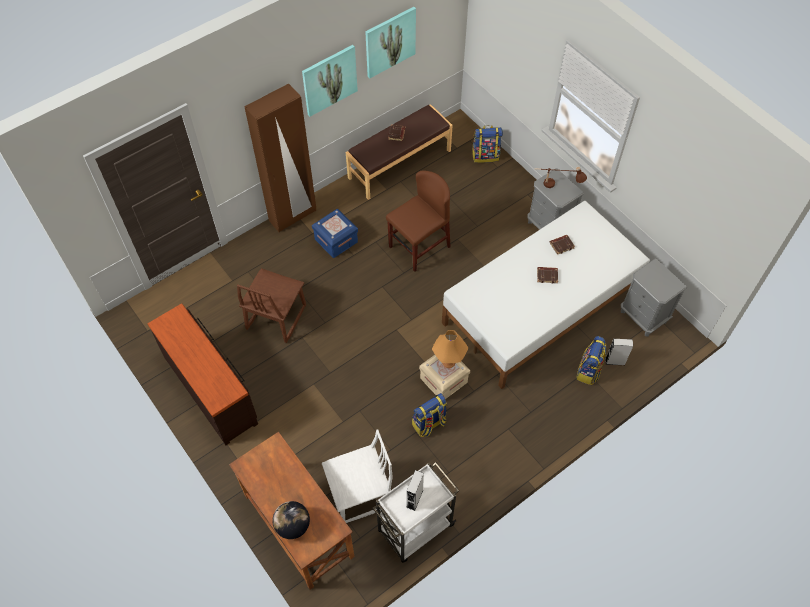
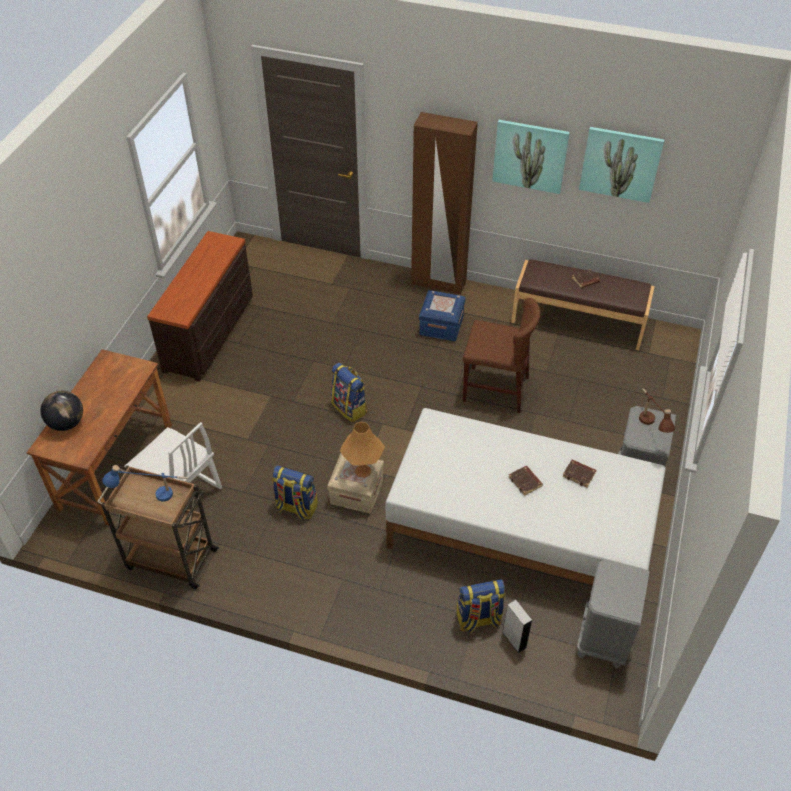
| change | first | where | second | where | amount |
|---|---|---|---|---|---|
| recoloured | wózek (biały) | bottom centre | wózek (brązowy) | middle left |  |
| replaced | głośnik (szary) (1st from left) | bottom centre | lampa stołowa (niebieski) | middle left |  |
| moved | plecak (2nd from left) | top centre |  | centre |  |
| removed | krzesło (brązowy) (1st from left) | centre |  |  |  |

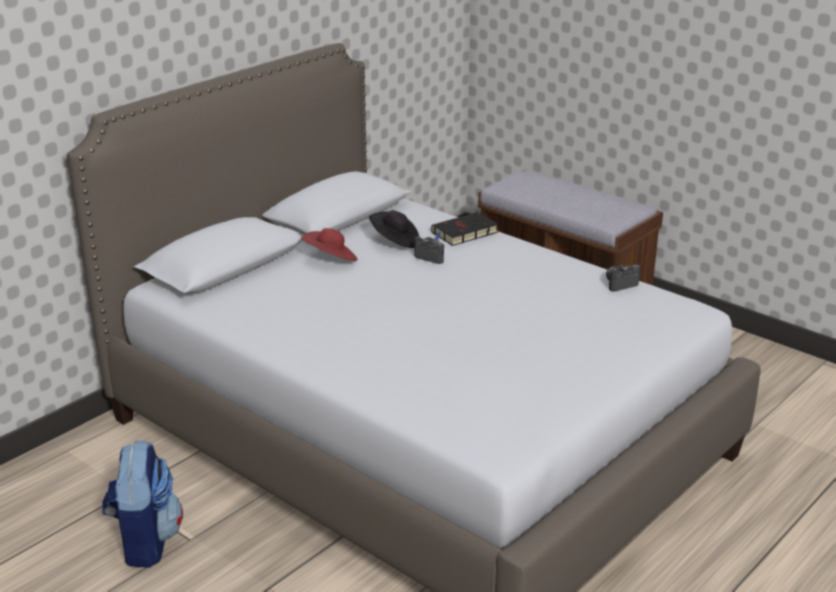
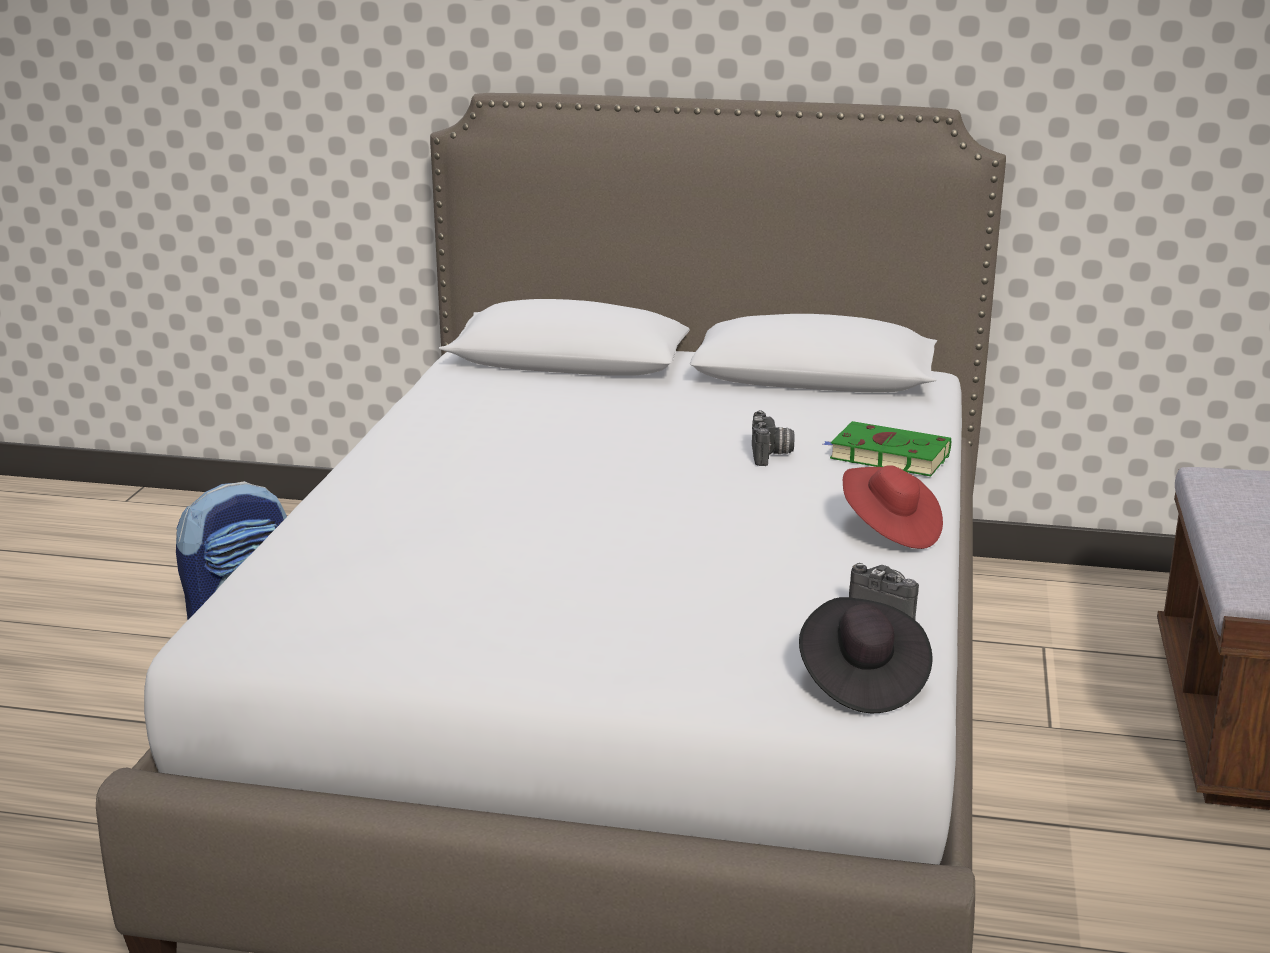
| change | first | where | second | where | amount |
|---|---|---|---|---|---|
| moved | kapelusz (czarny) | centre |  | bottom right |  |
| recoloured | książka (czarny) | centre | książka (zielony) | middle right |  |
| moved | kapelusz (czerwony) | centre |  | middle right |  |

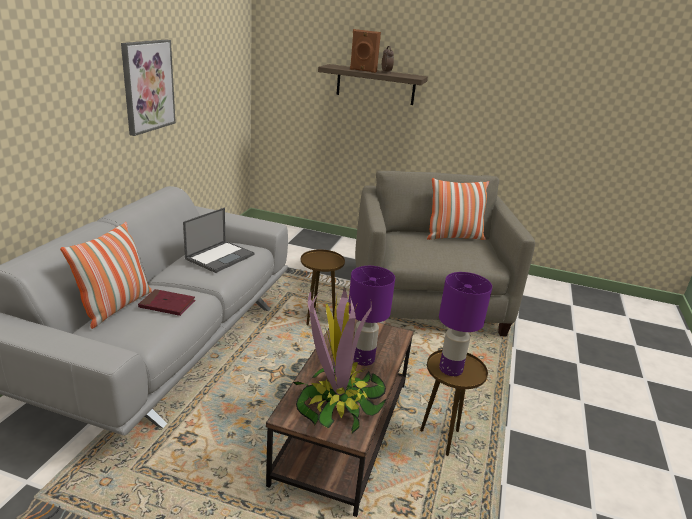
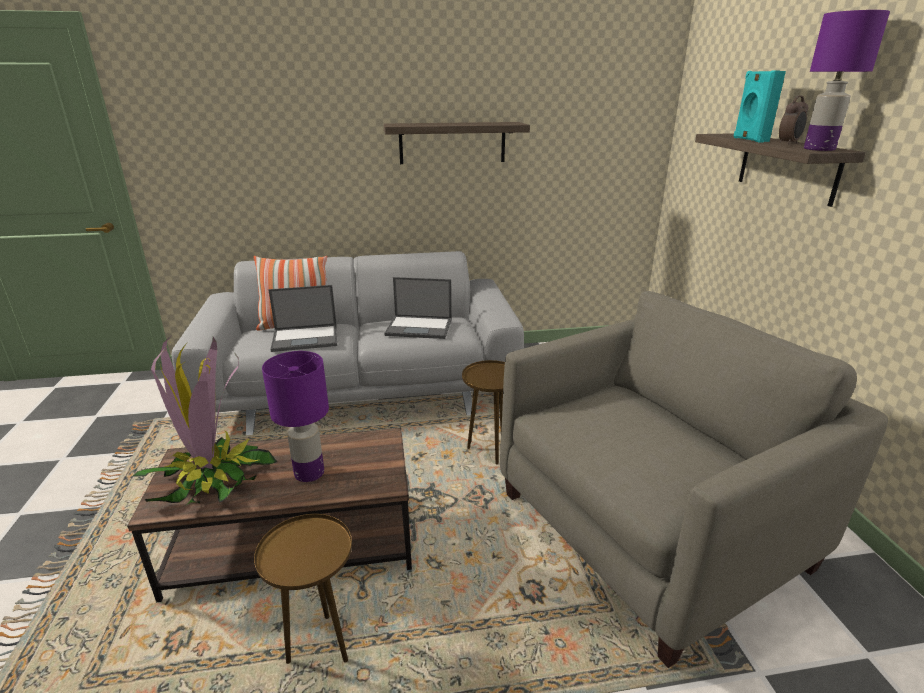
| change | first | where | second | where | amount |
|---|---|---|---|---|---|
| replaced | książka (czerwony) | middle left | laptop (1st from left) | middle left |  |
| replaced | obraz | top left | półka (1st from left) | top centre |  |
| recoloured | głośnik (brązowy) | top centre | głośnik (turkusowy) | top right |  |
| moved | lampa stołowa (fioletowy) (2nd from left) | middle right |  | top right |  |
| removed | poduszka (2nd from left) | centre |  |  |  |

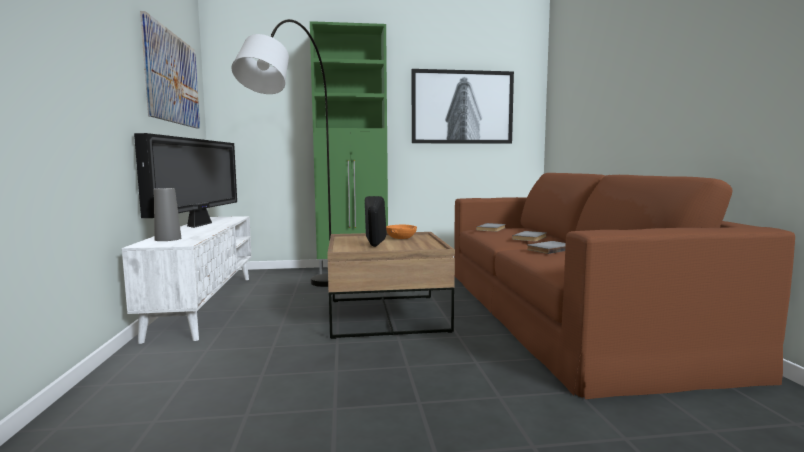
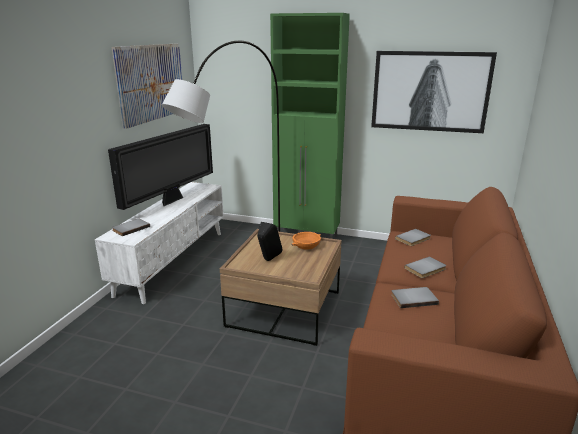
| change | first | where | second | where | amount |
|---|---|---|---|---|---|
| replaced | wazon (szary) | middle left | książka (szary) (1st from left) | middle left |  |

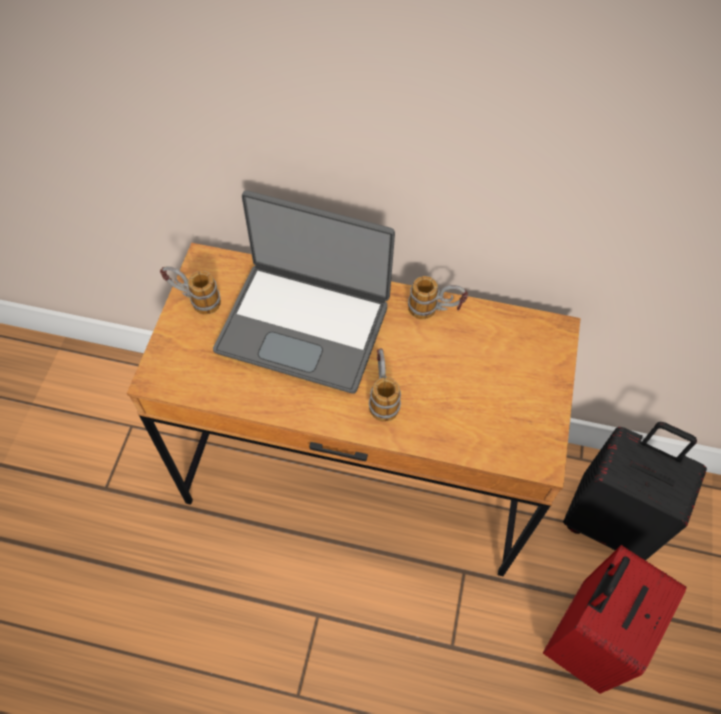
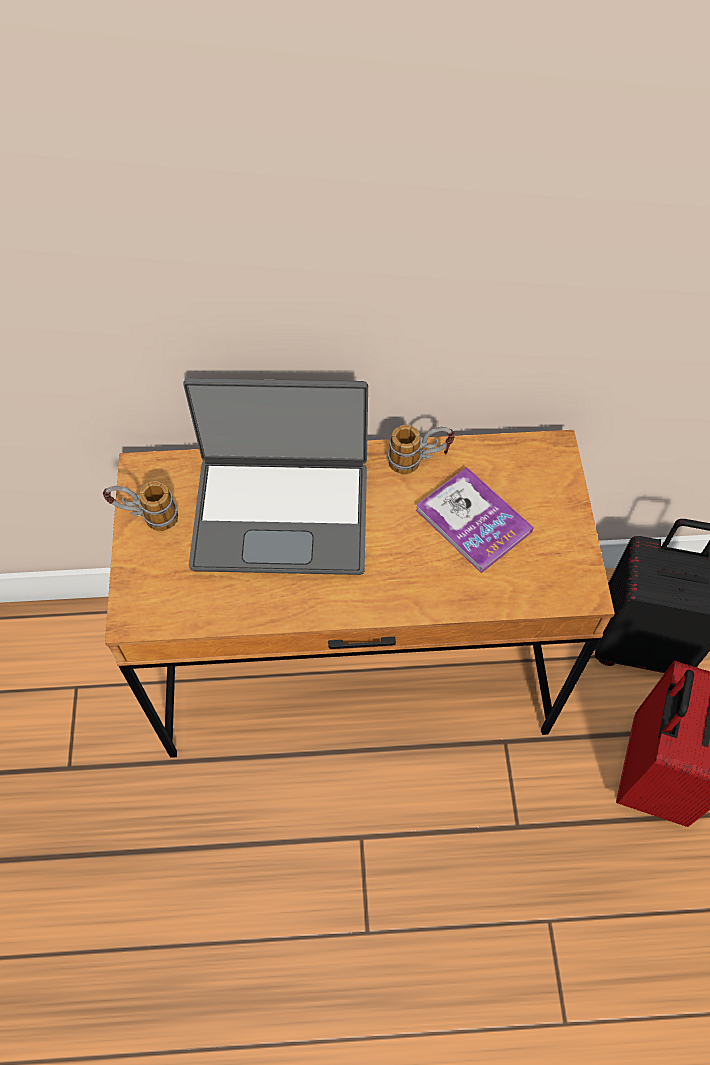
| change | first | where | second | where | amount |
|---|---|---|---|---|---|
| added |  |  | książka | middle right |  |
| removed | kubek (2nd from left) | centre |  |  |  |

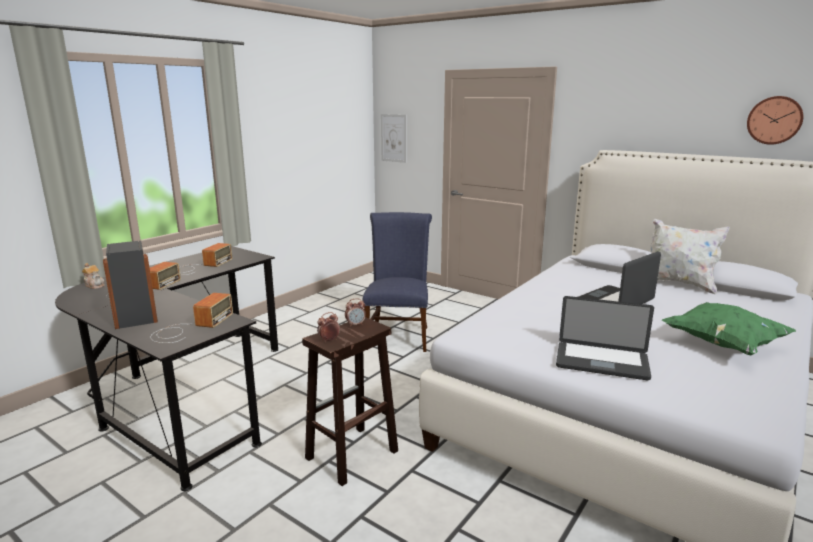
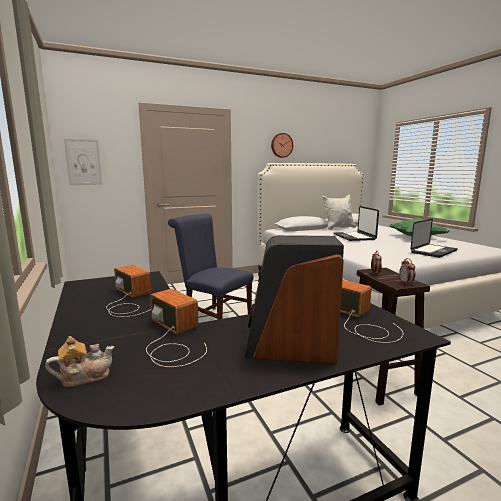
| change | first | where | second | where | amount |
|---|---|---|---|---|---|
| moved | zegar ścienny | top right |  | top centre |  |

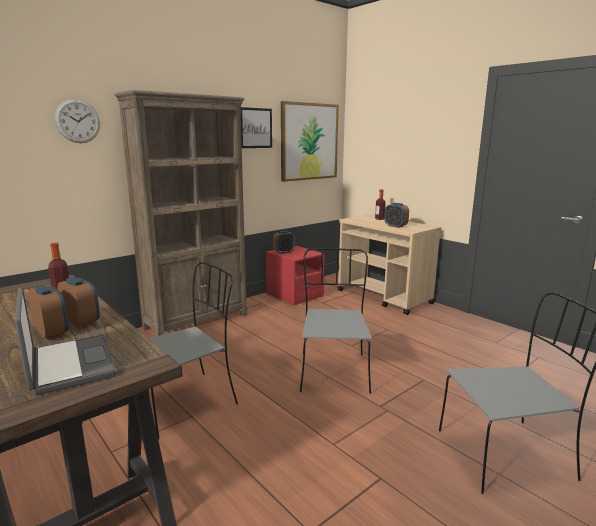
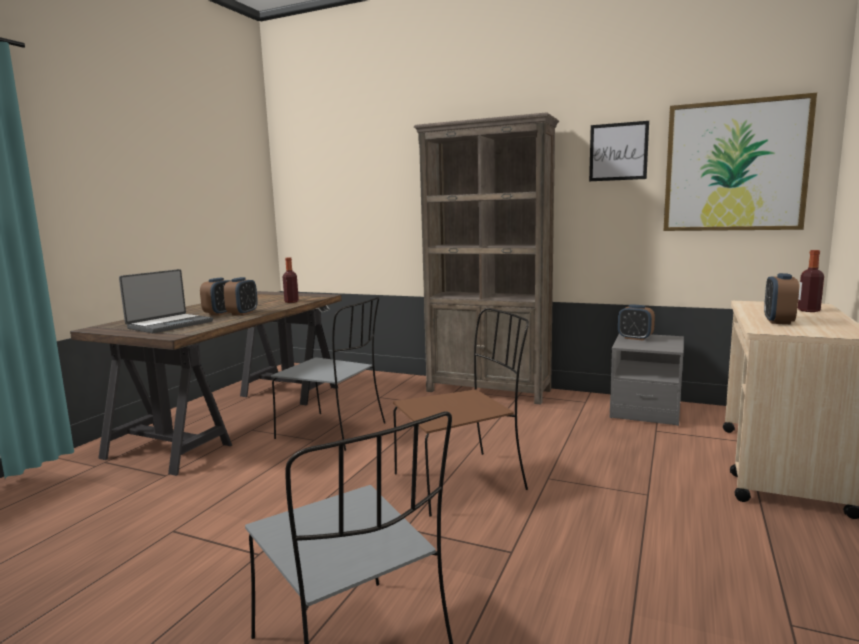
| change | first | where | second | where | amount |
|---|---|---|---|---|---|
| recoloured | krzesło (szary) (2nd from left) | centre | krzesło (brązowy) | centre |  |
| recoloured | szafka nocna (czerwony) | centre | szafka nocna (szary) | middle right |  |
| removed | zegar ścienny | top left |  |  |  |

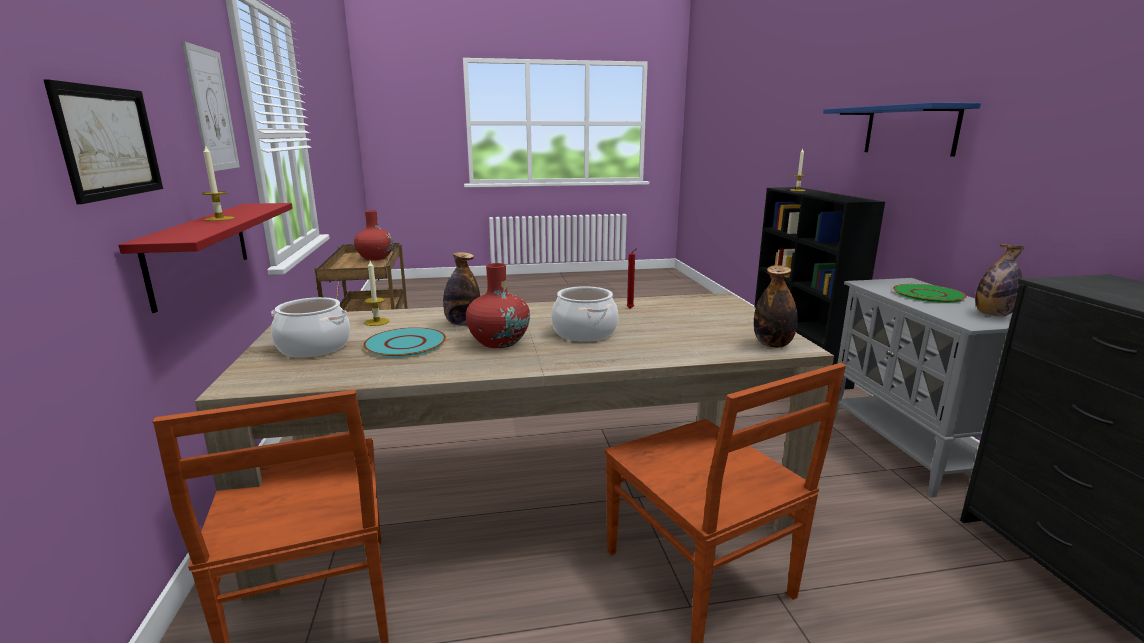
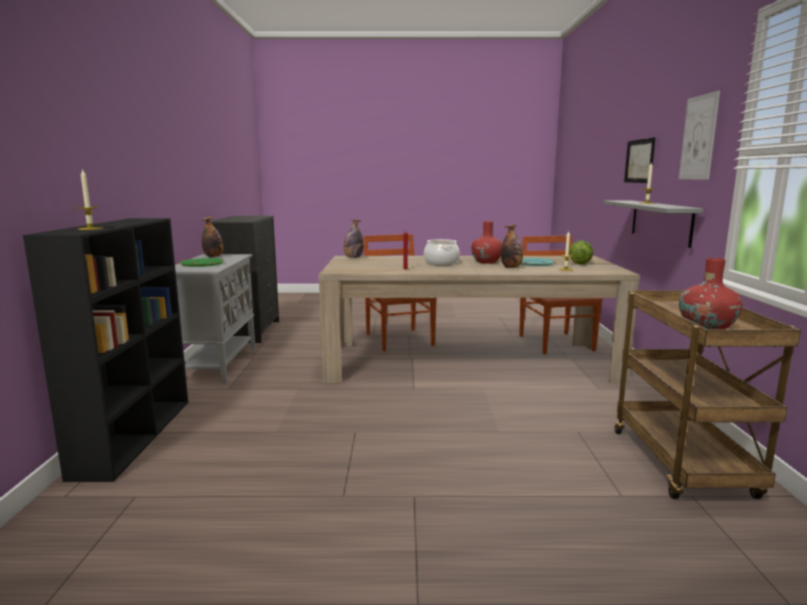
| change | first | where | second | where | amount |
|---|---|---|---|---|---|
| replaced | garnek (1st from left) | middle left | sałata | middle right |  |
| recoloured | półka (czerwony) | middle left | półka (szary) | middle right |  |
| removed | półka (niebieski) | top right |  |  |  |

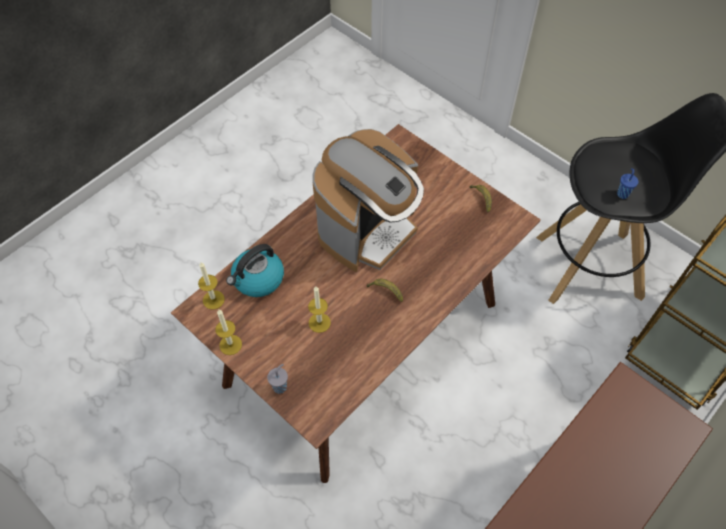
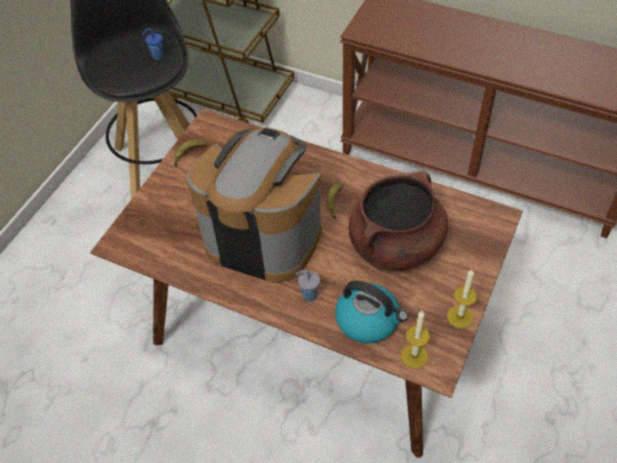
| change | first | where | second | where | amount |
|---|---|---|---|---|---|
| moved | filiżanka (szary) | bottom centre |  | centre |  |
| replaced | świeca (3rd from left) | centre | garnek (brązowy) | centre |  |

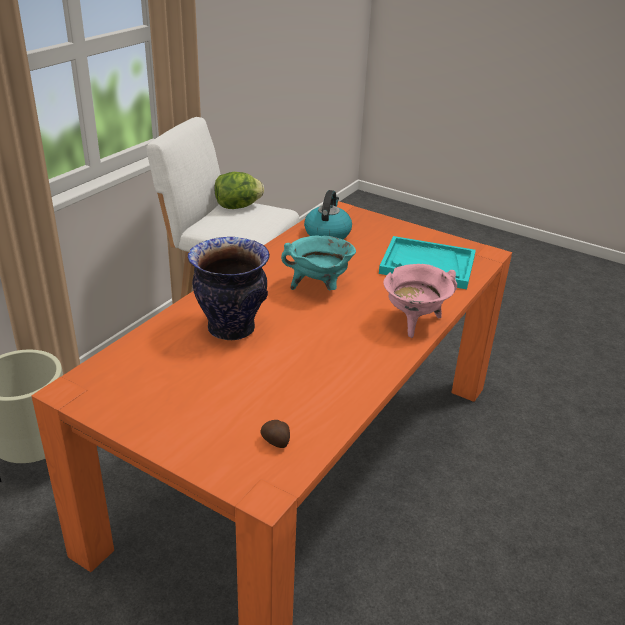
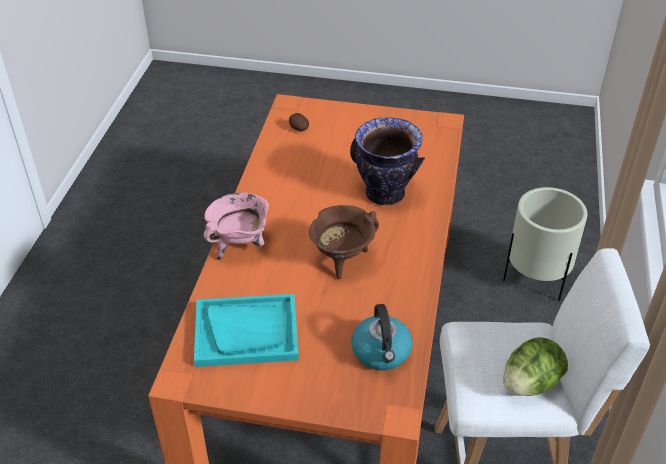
| change | first | where | second | where | amount |
|---|---|---|---|---|---|
| recoloured | garnek (turkusowy) | centre | garnek (brązowy) | centre |  |

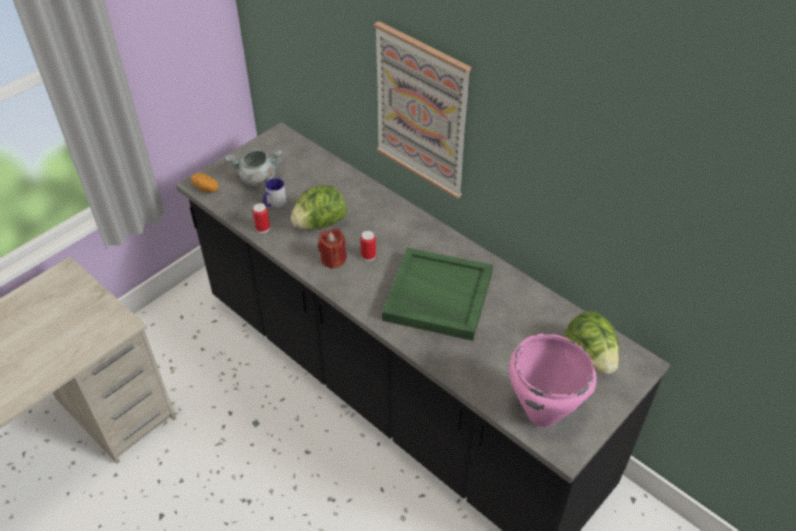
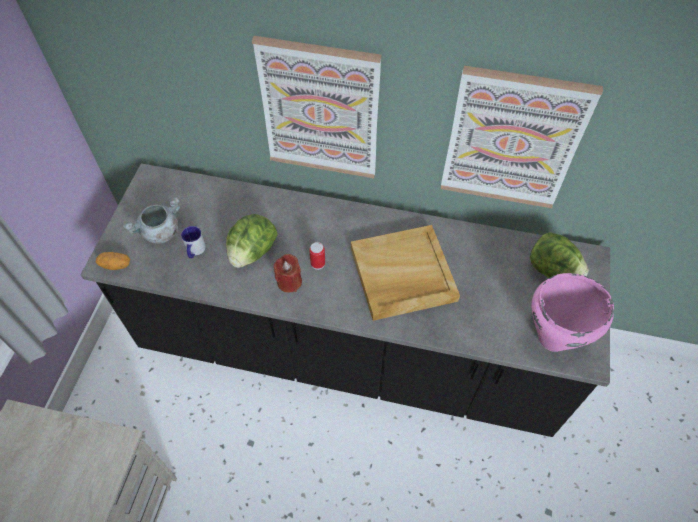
| change | first | where | second | where | amount |
|---|---|---|---|---|---|
| recoloured | taca (zielony) | centre | taca (beżowy) | centre |  |
| added |  |  | obraz (2nd from left) | top right |  |
| removed | puszka (1st from left) | middle left |  |  |  |

